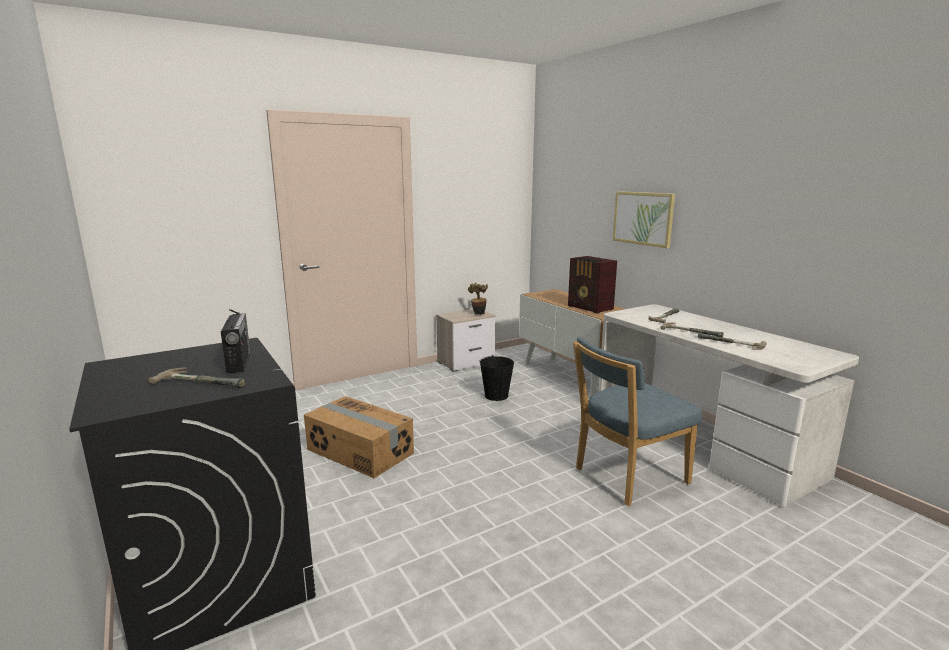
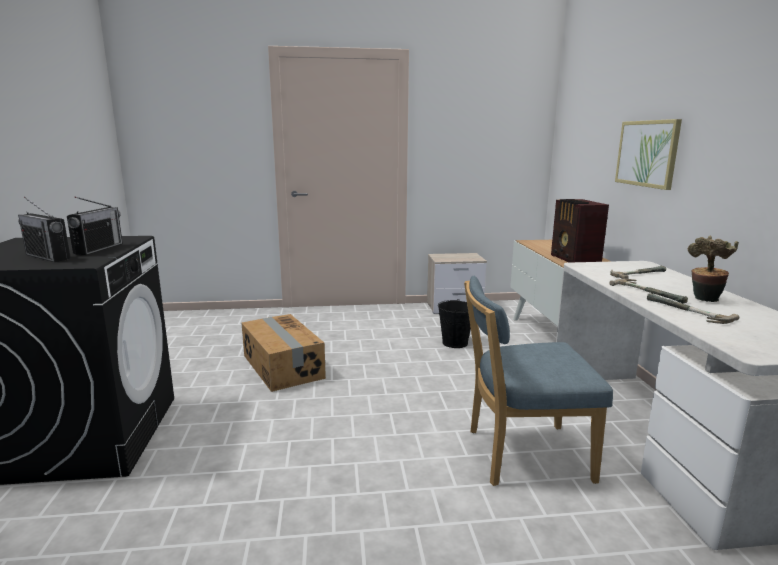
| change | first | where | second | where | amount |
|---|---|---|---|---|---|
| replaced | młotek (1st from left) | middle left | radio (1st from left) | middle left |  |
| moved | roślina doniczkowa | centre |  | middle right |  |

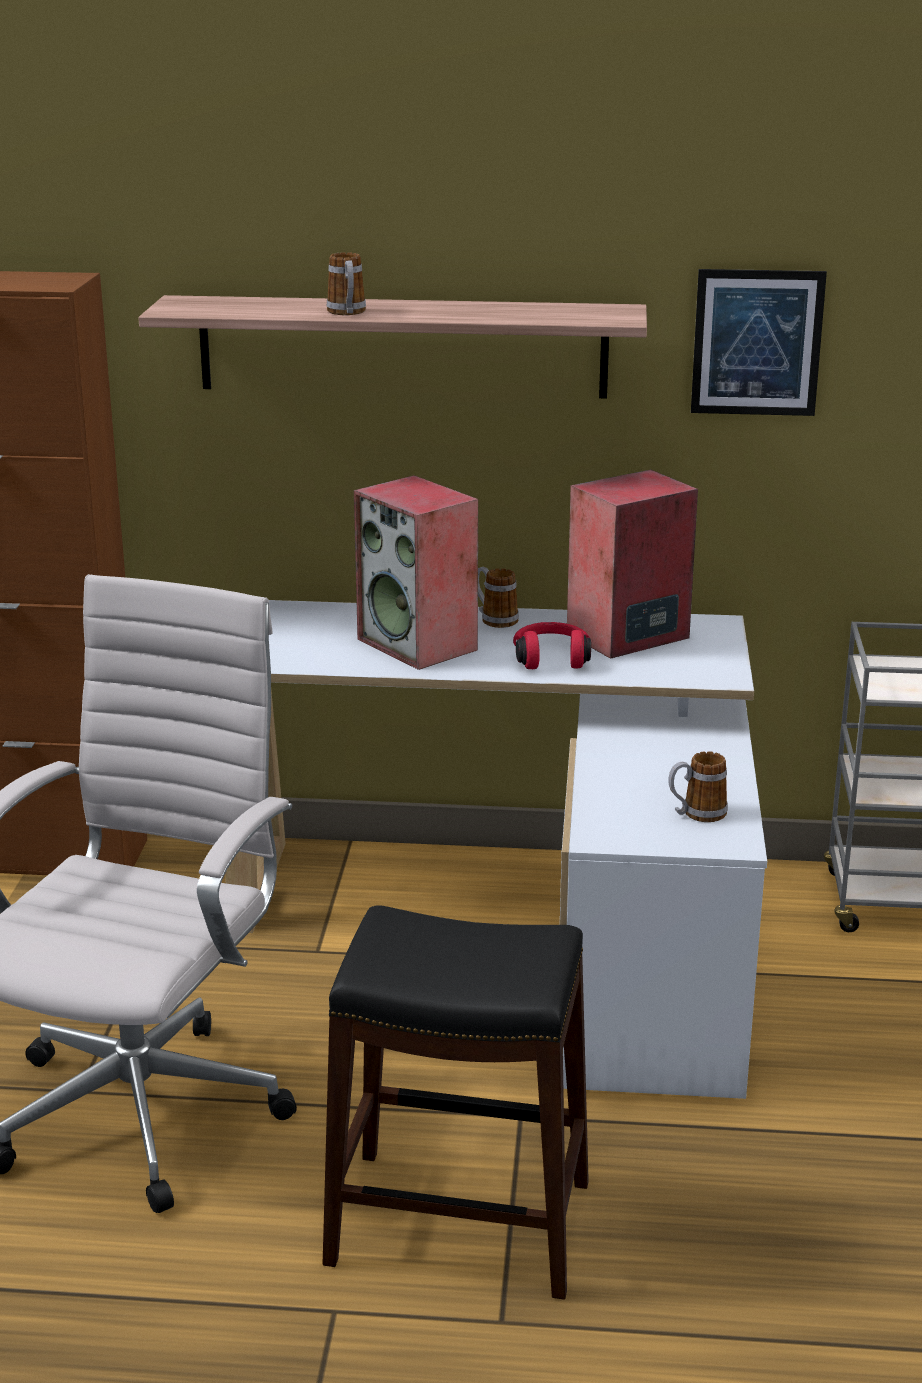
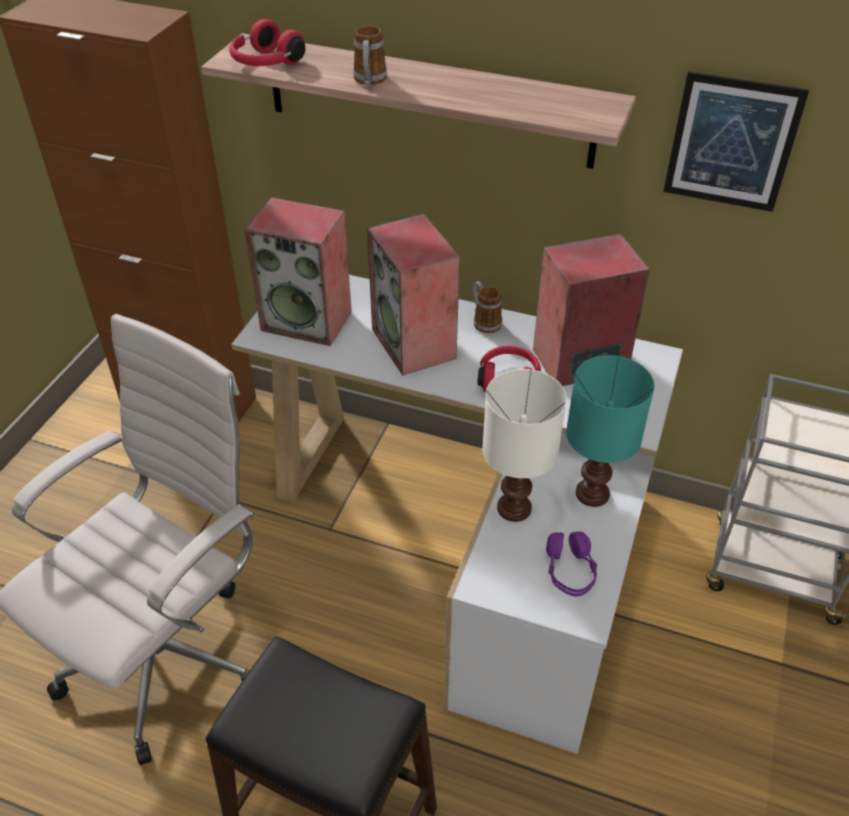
| change | first | where | second | where | amount |
|---|---|---|---|---|---|
| added |  |  | słuchawki (czerwony) (1st from left) | top left |  |
| added |  |  | głośnik (1st from left) | top centre |  |
| added |  |  | lampa stołowa (biały) | centre |  |
| replaced | kubek (3rd from left) | middle right | słuchawki (fioletowy) | bottom right |  |
| added |  |  | lampa stołowa (turkusowy) | middle right |  |

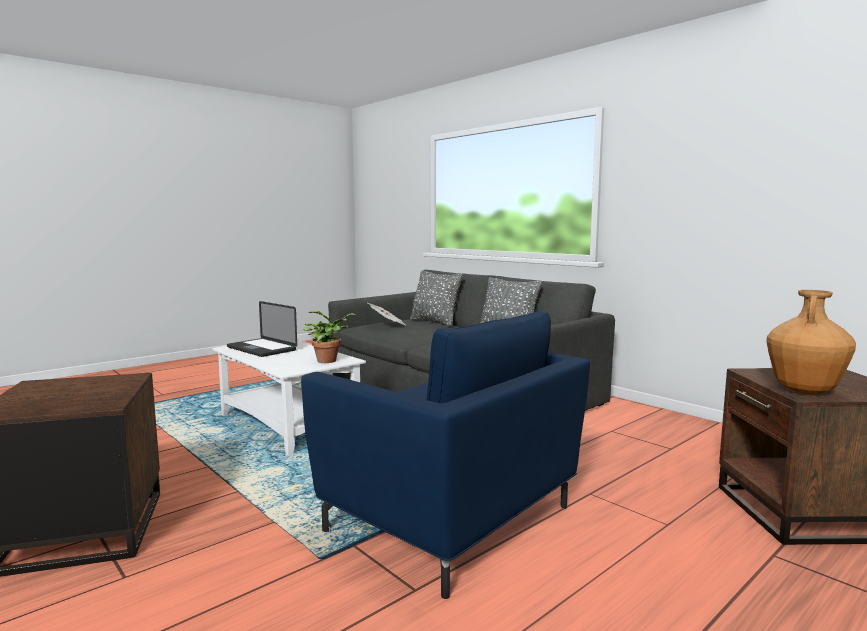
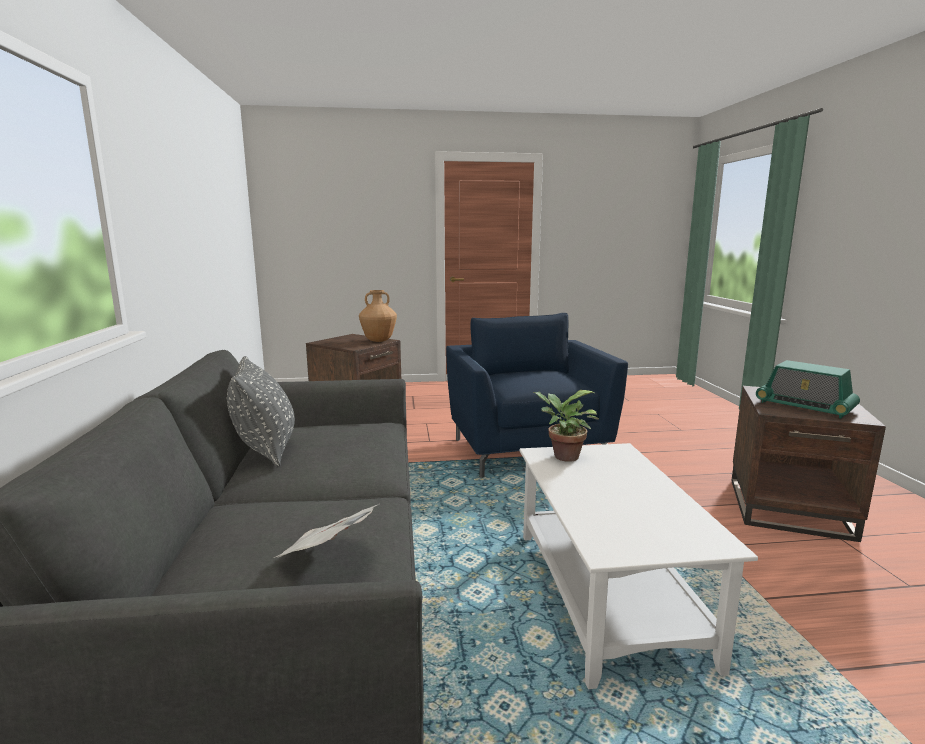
| change | first | where | second | where | amount |
|---|---|---|---|---|---|
| added |  |  | radio | middle right |  |
| removed | laptop | middle left |  |  |  |
| removed | poduszka (szary) (1st from left) | centre |  |  |  |

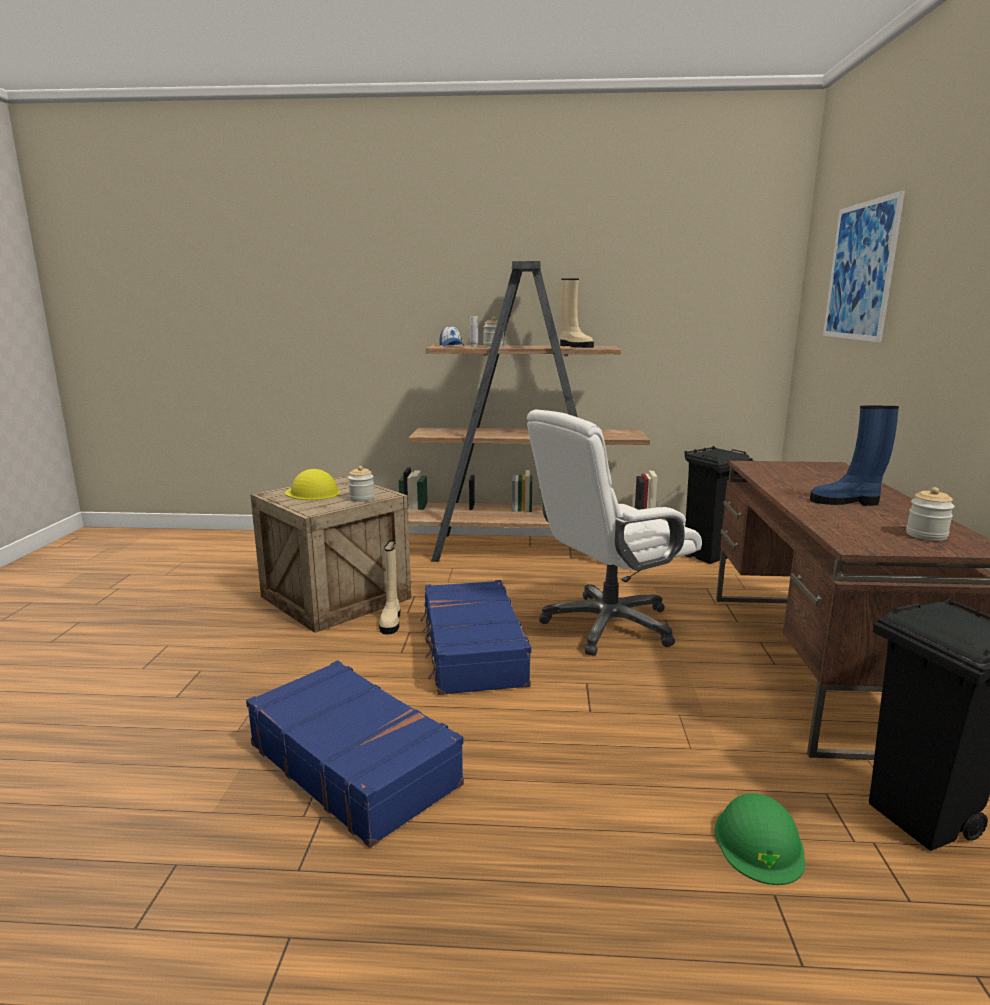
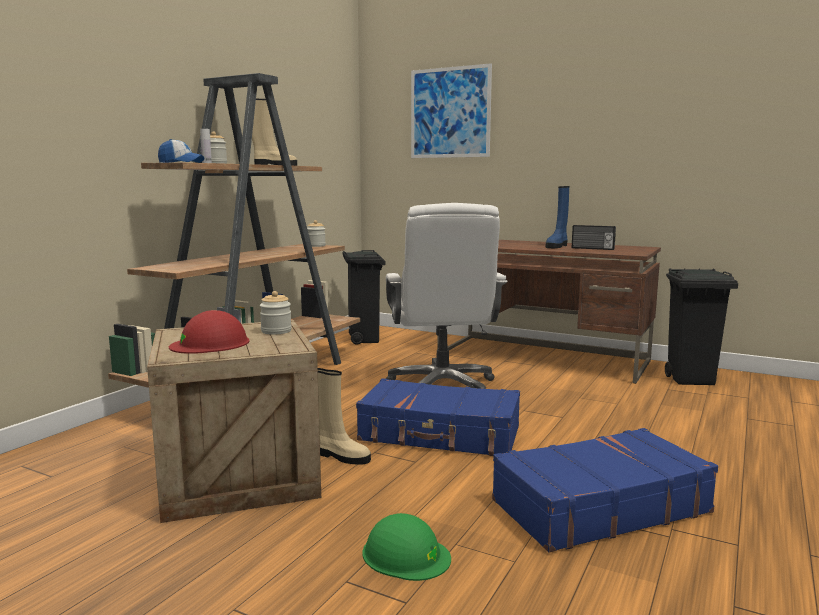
| change | first | where | second | where | amount |
|---|---|---|---|---|---|
| recoloured | kask (żółty) | middle left | kask (czerwony) | middle left |  |
| moved | słoik (3rd from left) | middle right |  | centre |  |
| moved | kask (zielony) | bottom right |  | bottom centre |  |
| added |  |  | radio | middle right |  |

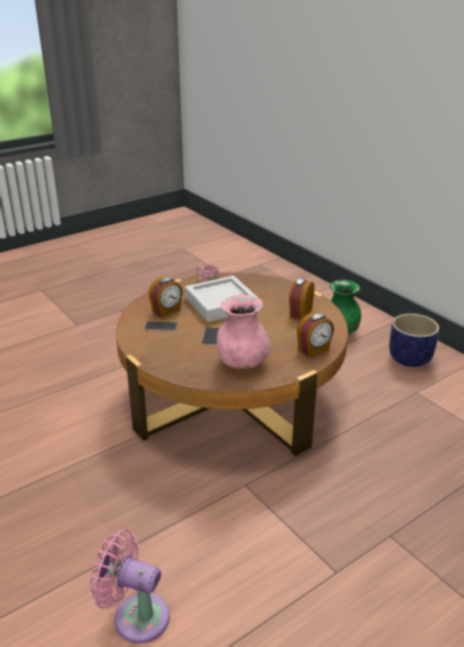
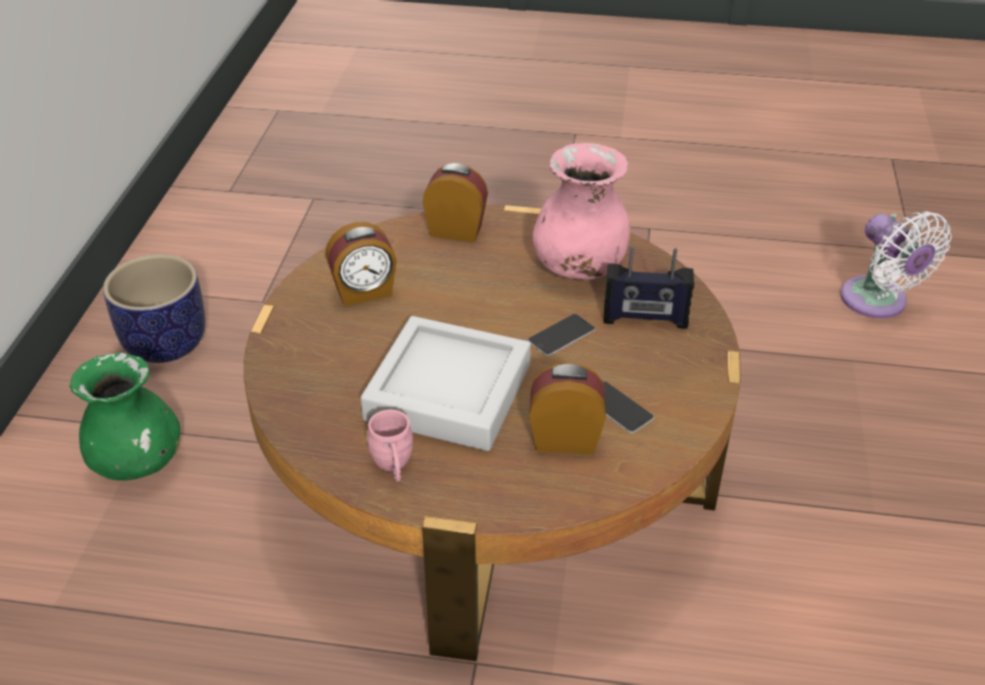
| change | first | where | second | where | amount |
|---|---|---|---|---|---|
| added |  |  | radio | centre |  |
| recoloured | wentylator (różowy) | bottom left | wentylator (biały) | middle right |  |

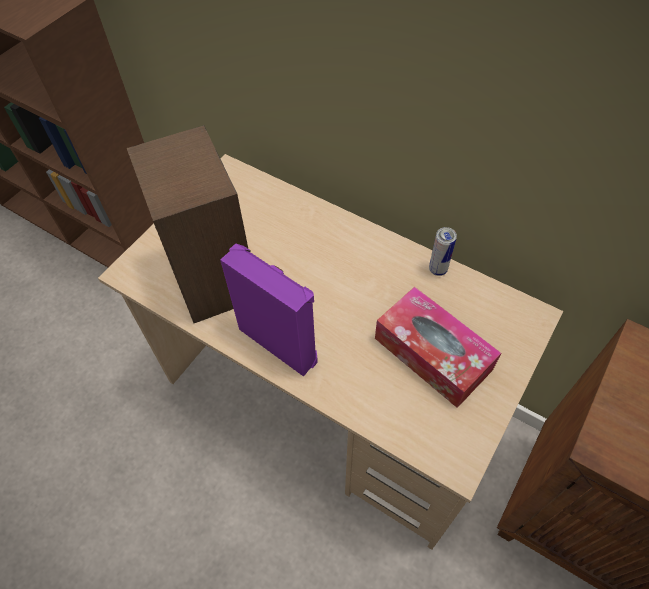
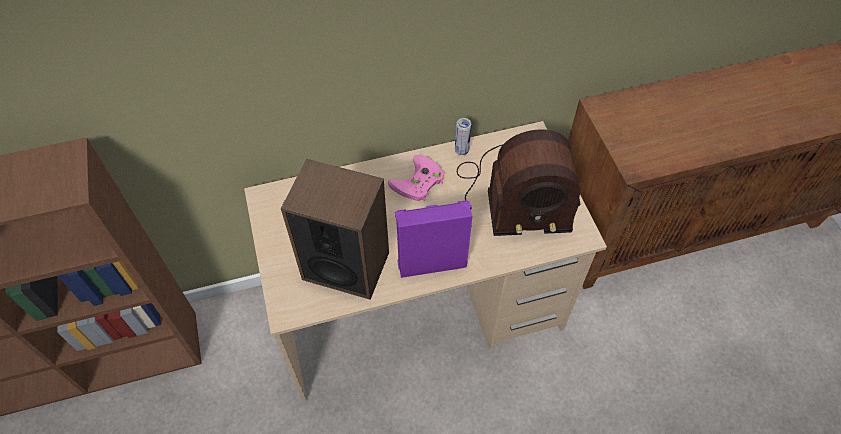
| change | first | where | second | where | amount |
|---|---|---|---|---|---|
| added |  |  | pad do gier (różowy) | centre |  |
| replaced | pudełko chusteczek | middle right | radio | centre |  |

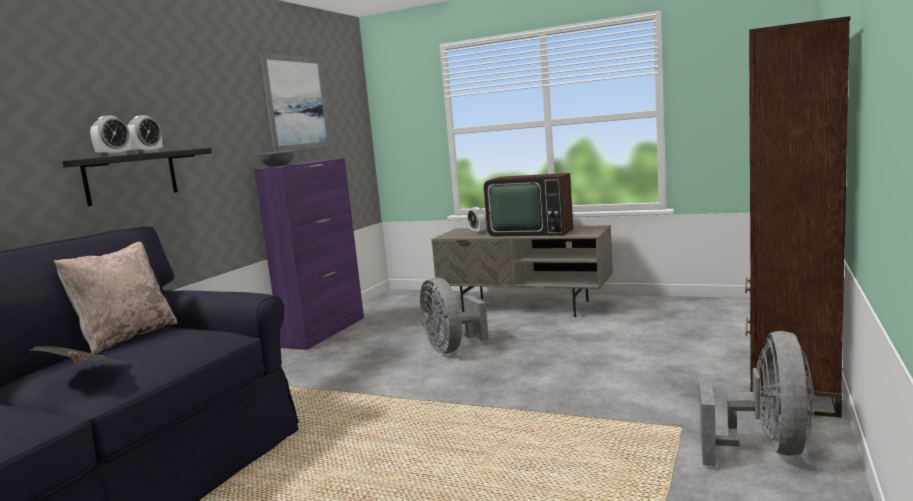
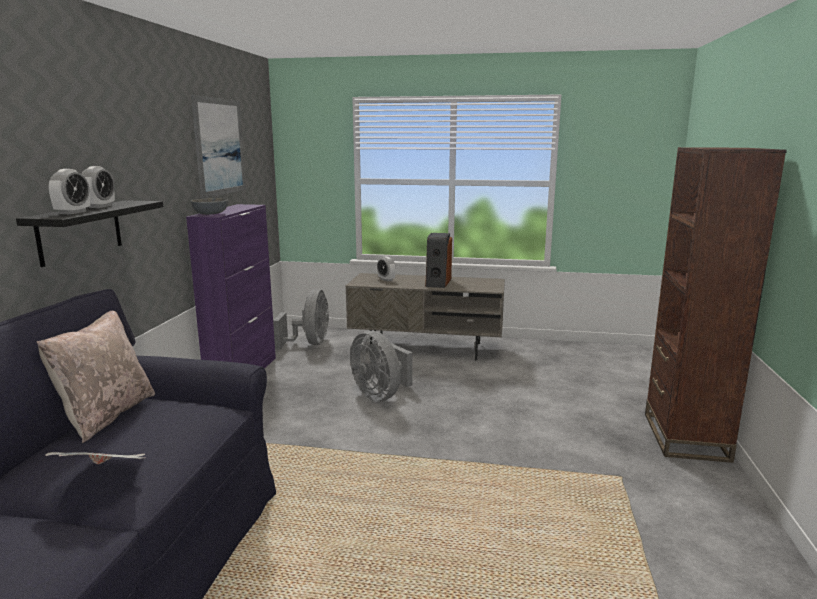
| change | first | where | second | where | amount |
|---|---|---|---|---|---|
| moved | wentylator (szary) (2nd from left in the first image) | bottom right | wentylator (szary) (1st from left) | centre |  |
| replaced | telewizor | centre | głośnik | centre |  |

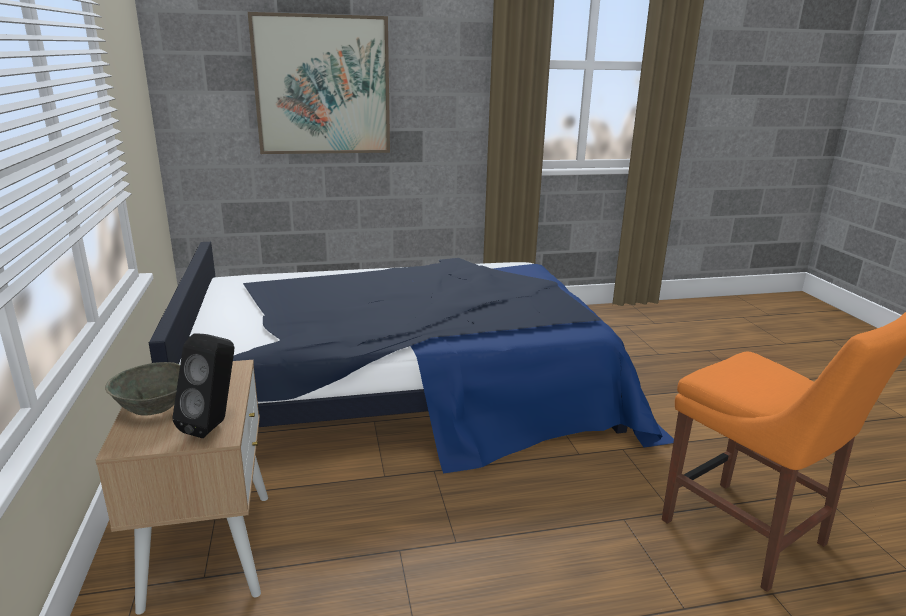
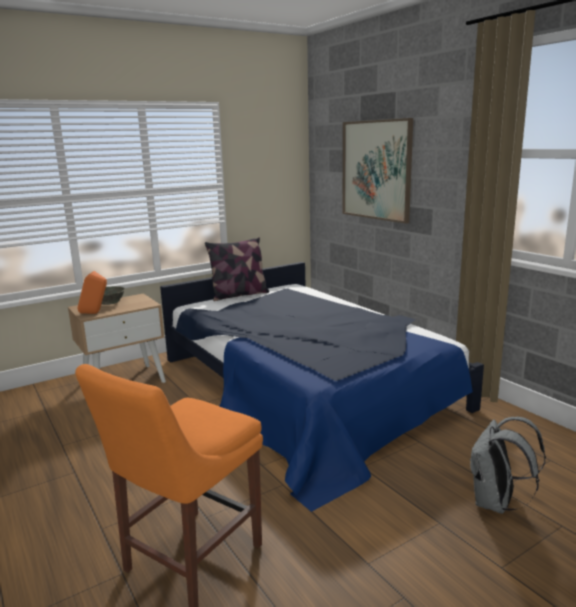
| change | first | where | second | where | amount |
|---|---|---|---|---|---|
| recoloured | głośnik (czarny) | middle left | głośnik (pomarańczowy) | middle left |  |
| added |  |  | poduszka | centre |  |
| added |  |  | plecak (szary) | bottom right |  |

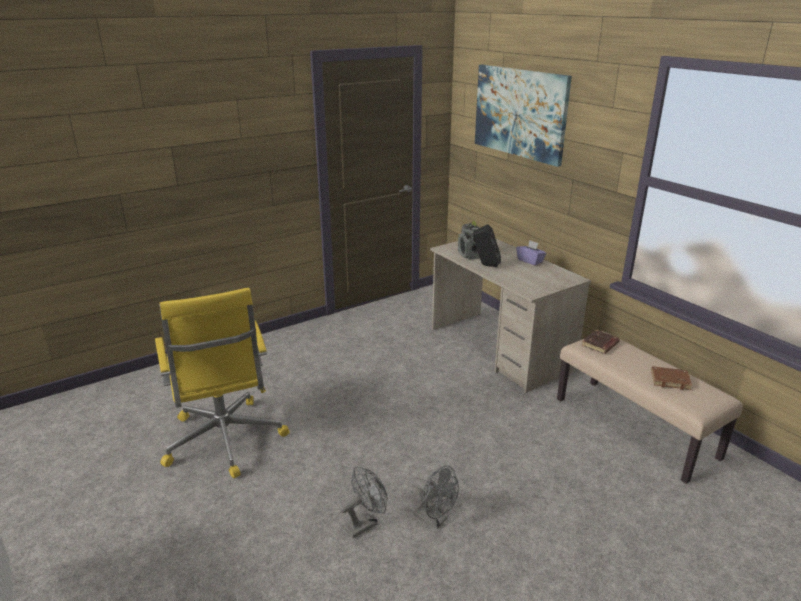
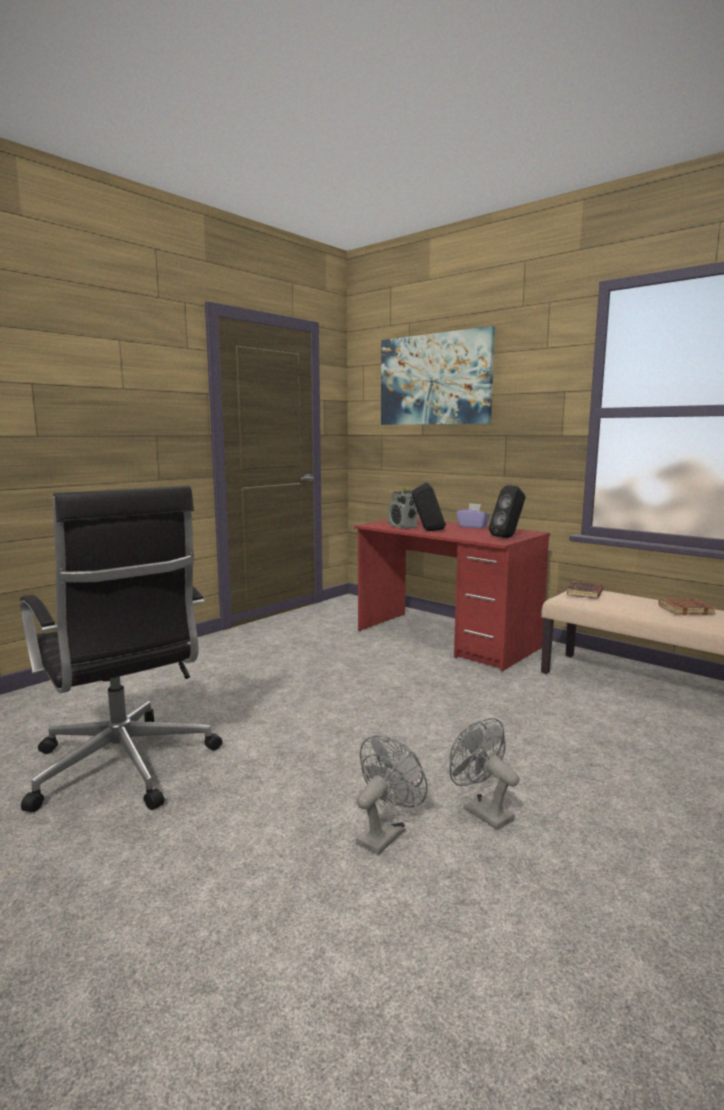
| change | first | where | second | where | amount |
|---|---|---|---|---|---|
| recoloured | krzesło biurowe (żółty) | middle left | krzesło biurowe (czarny) | middle left |  |
| recoloured | biurko (beżowy) | centre | biurko (czerwony) | centre |  |
| turned | wentylator (szary) (2nd from left) | bottom centre |  | bottom right | 150 degrees counterclockwise |
| added |  |  | głośnik (czarny) (2nd from left) | middle right |  |

